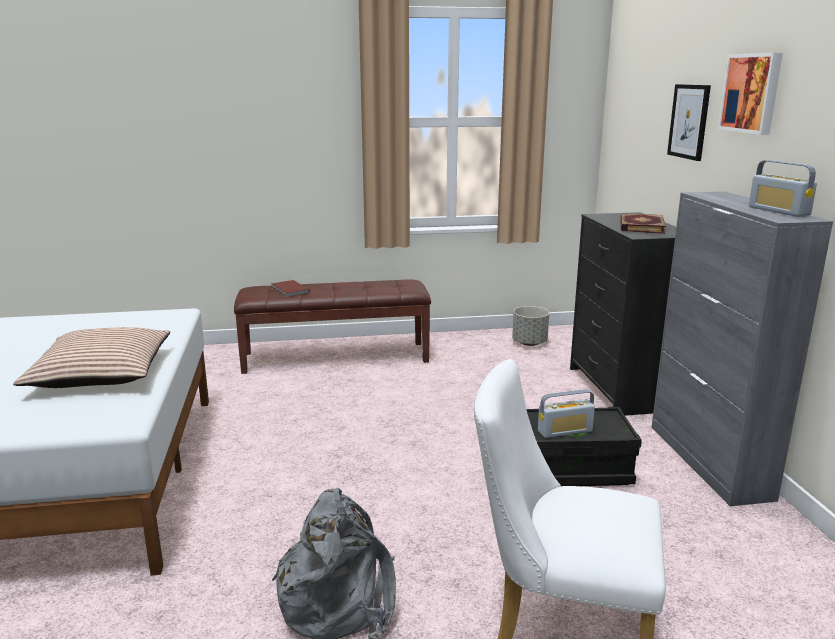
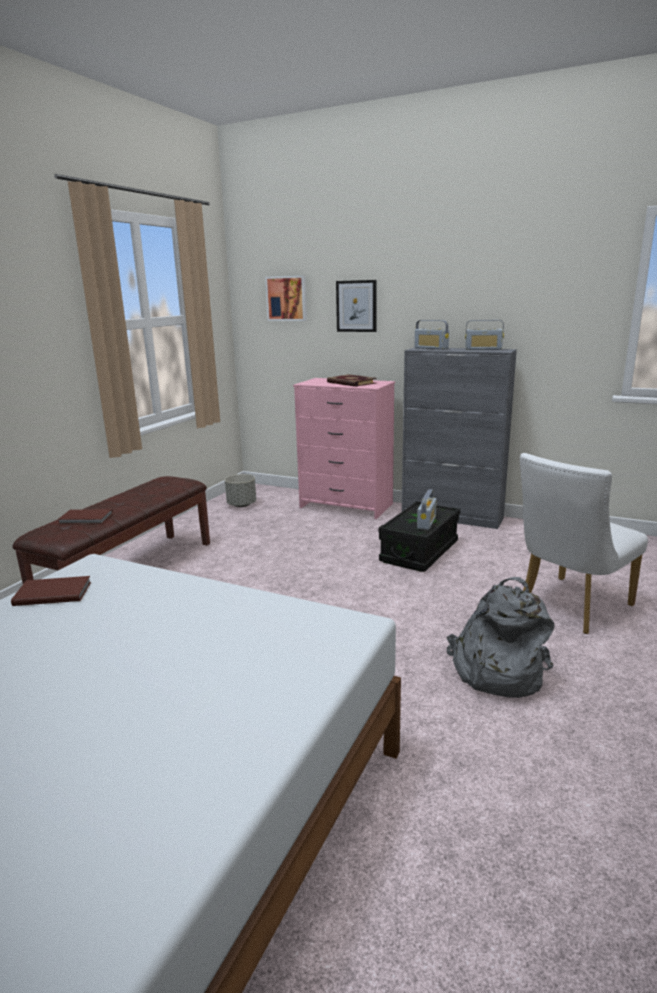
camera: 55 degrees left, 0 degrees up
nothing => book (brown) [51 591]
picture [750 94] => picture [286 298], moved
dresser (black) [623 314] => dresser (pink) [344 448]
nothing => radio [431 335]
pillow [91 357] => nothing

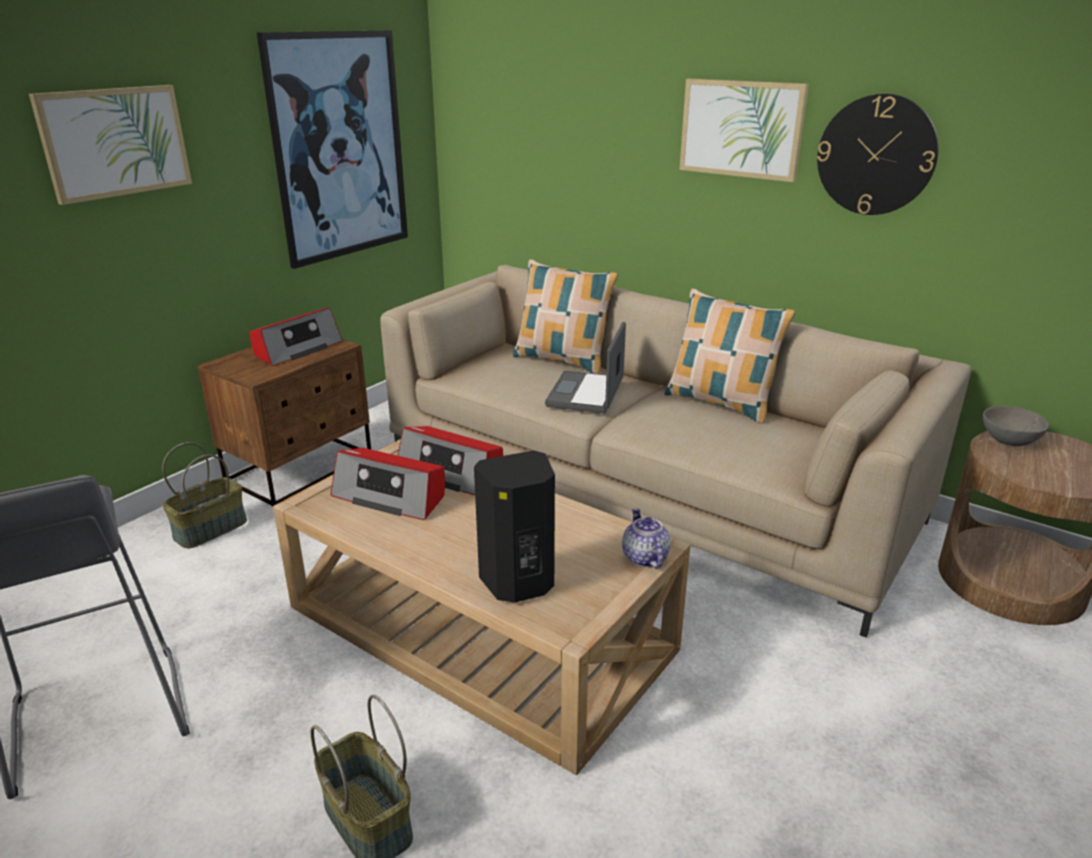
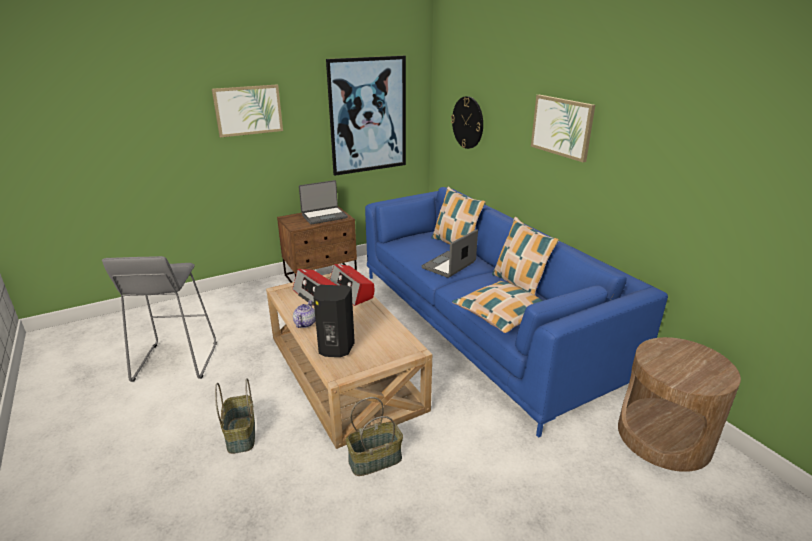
camera: 25 degrees right, 0 degrees up
teapot [646 538] => teapot [304 314], moved
radio [296 337] => laptop [323 202]
basket [204 495] => basket [374 436], moved
sofa (beige) [675 451] => sofa (blue) [516 312]
wall clock [878 154] => wall clock [467 122], moved
nothing => pillow [497 307]
bowl (grey) [1016 426] => nothing

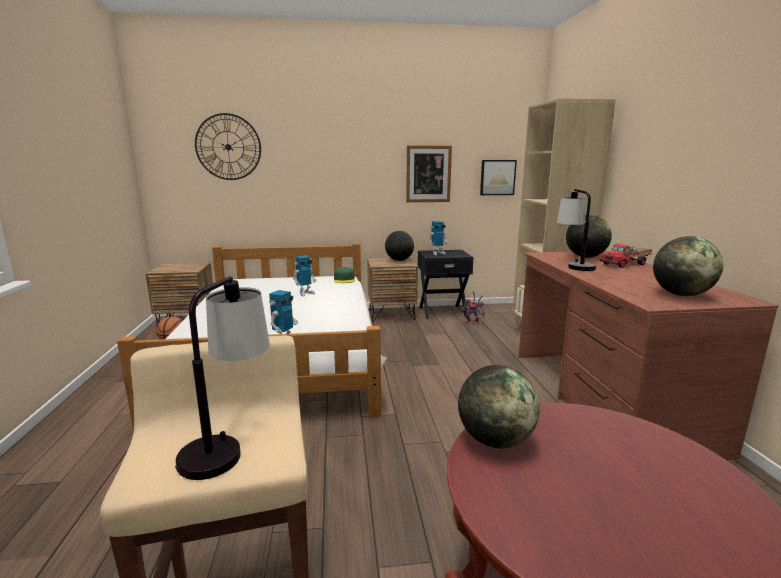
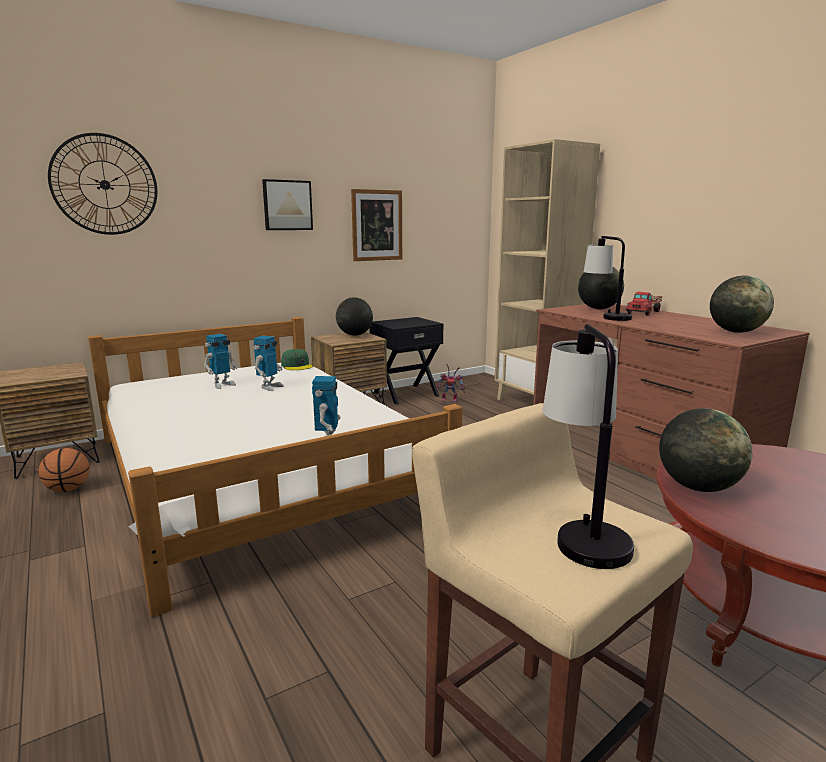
camera: 25 degrees left, 0 degrees up
toy robot [438 238] => toy robot [220 361], moved
picture [498 177] => picture [287 204], moved

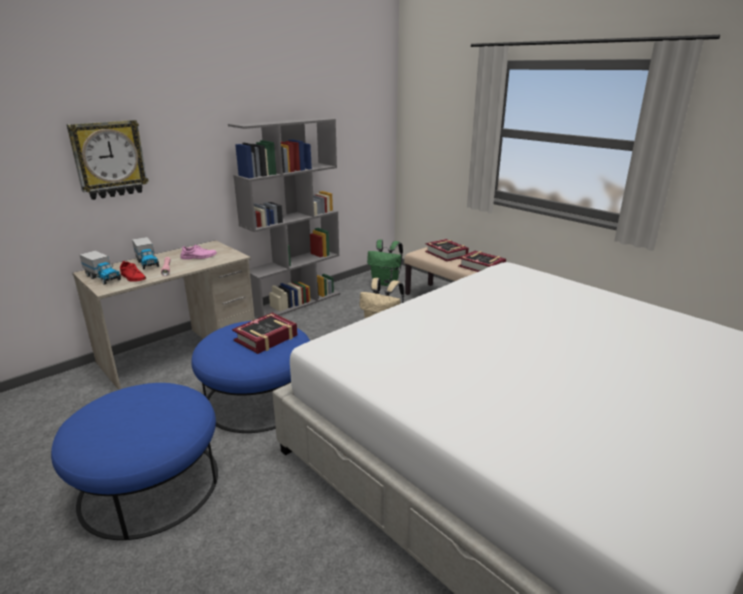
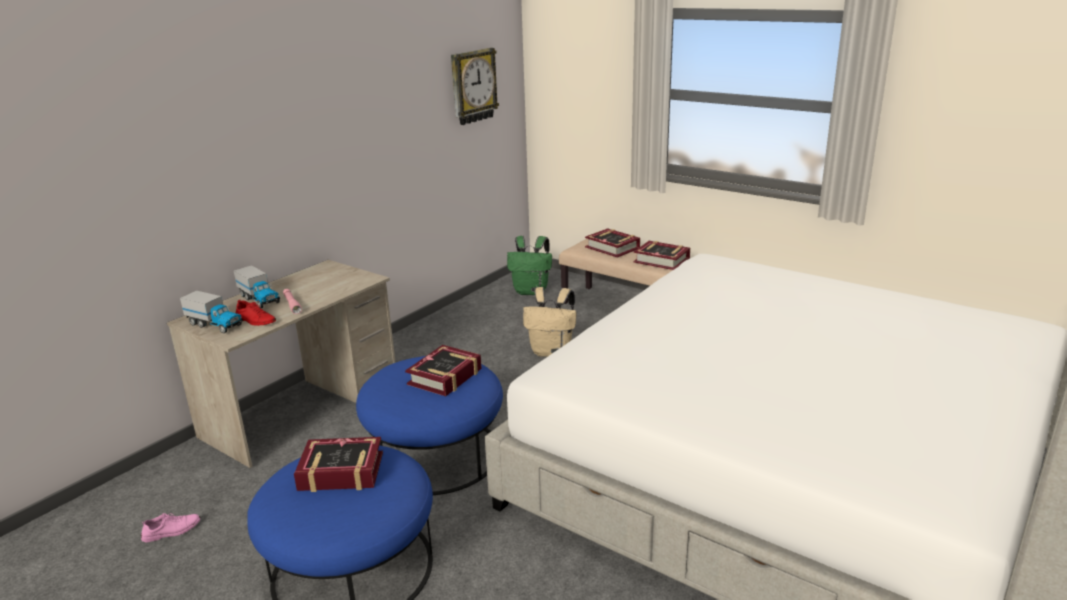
camera: 10 degrees left, 0 degrees up
shoe (pink) [198 252] => shoe (pink) [170 527], moved
nothing => book [338 464]
wall clock [108 160] => wall clock [475 86], moved
bookcase (grey) [284 217] => nothing

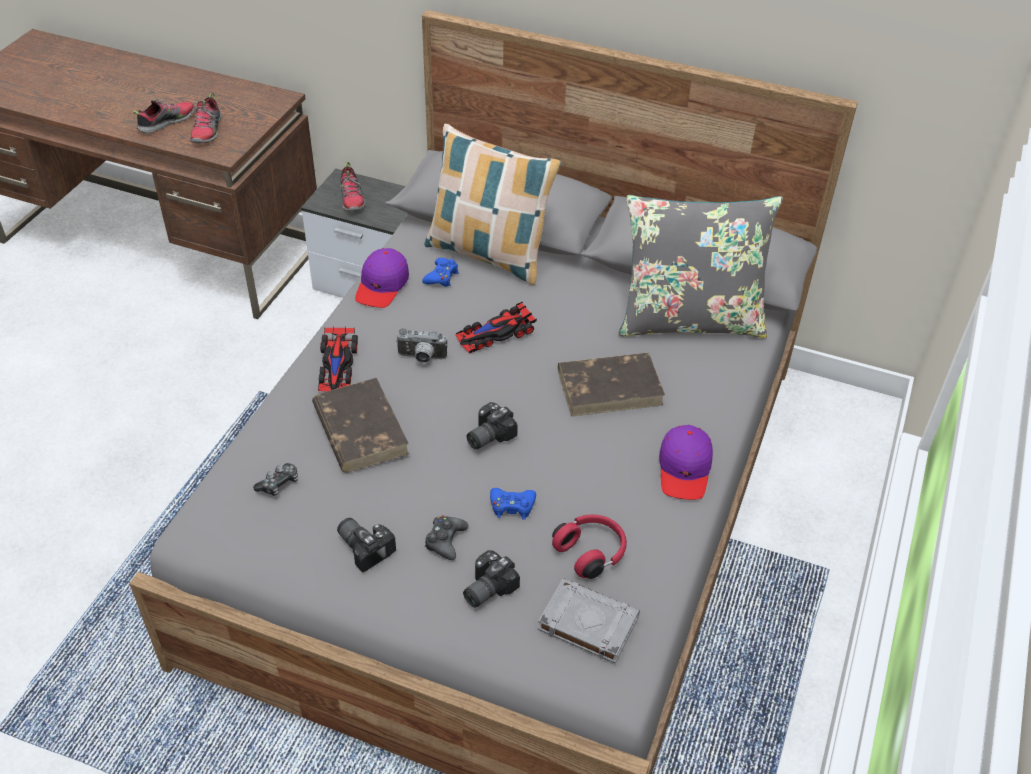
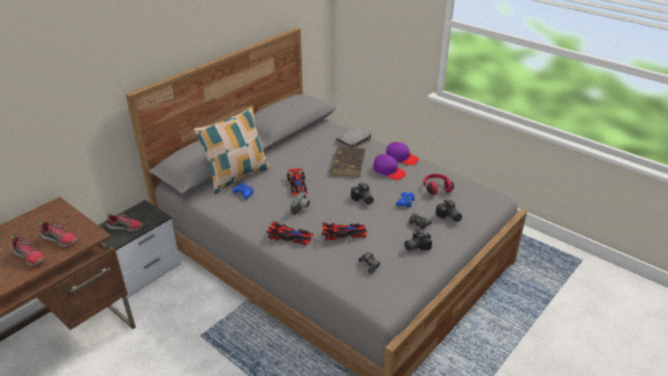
camera: 70 degrees left, 10 degrees down
shoe [164 116] => shoe [28 250], 150 degrees clockwise
book (brown) [360 425] => toy car [344 231]
book (grey) [589 620] => book (grey) [354 137], moved
cap (purple) [382 278] => cap (purple) [389 167], moved
pillow (grey) [700 266] => nothing

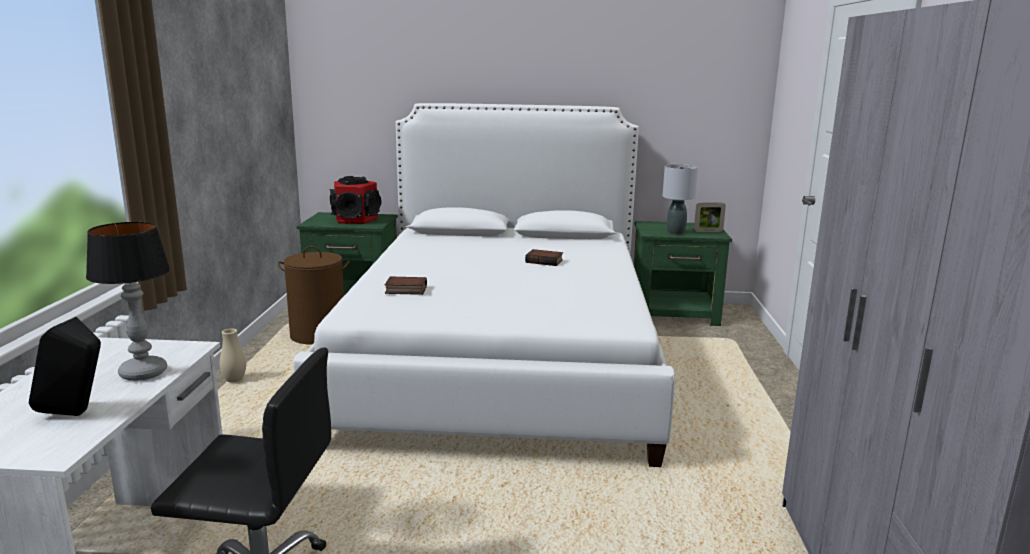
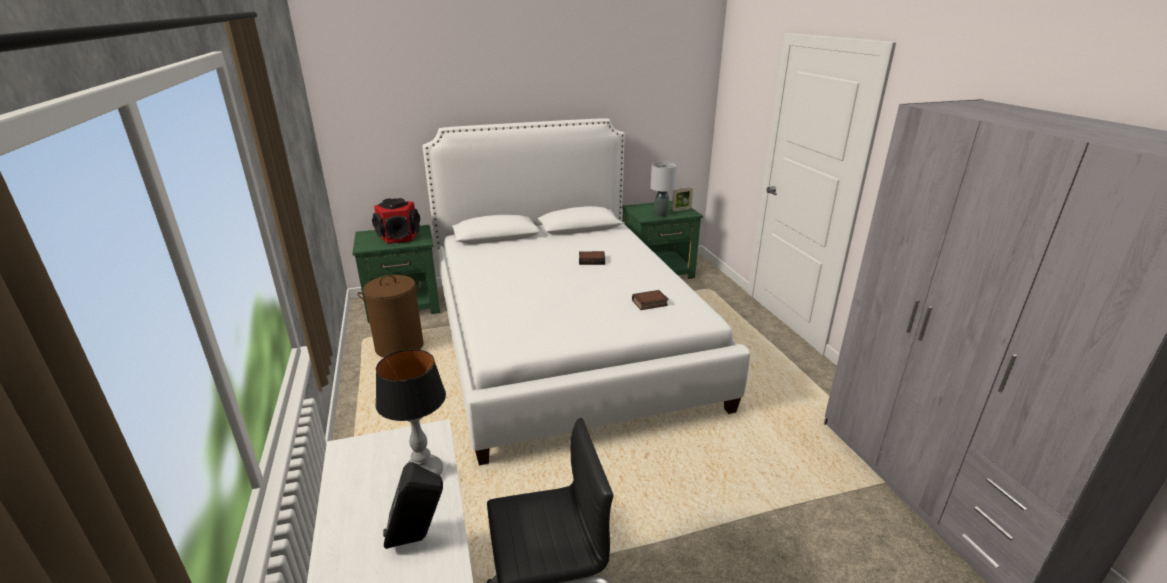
camera: 20 degrees left, 10 degrees up
book [406 286] => book [650 300], moved
vase (beige) [233 355] => nothing

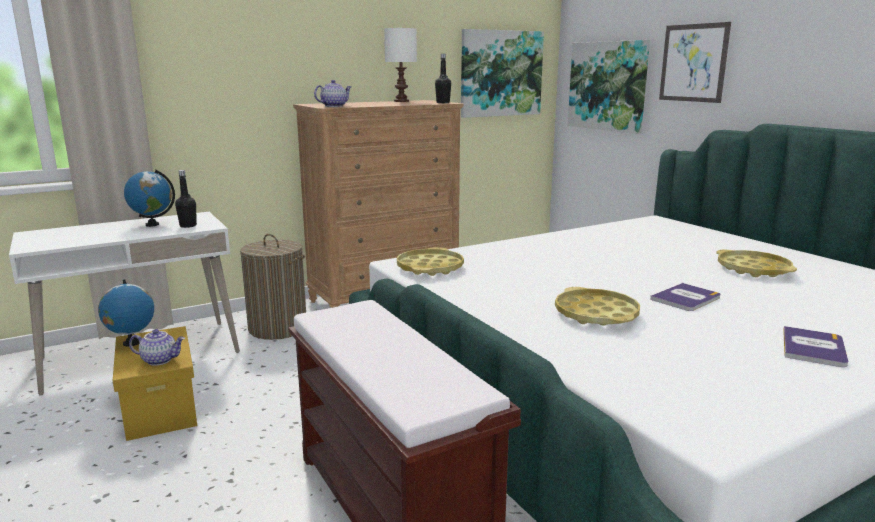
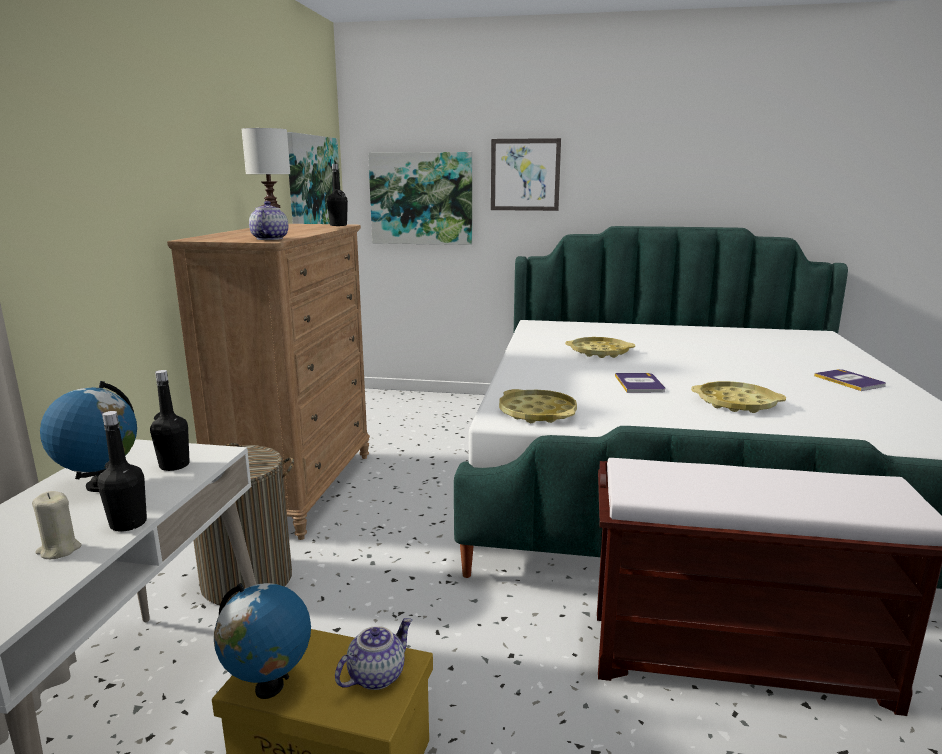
camera: 50 degrees left, 0 degrees up
nothing => candle (beige) [56 525]
nothing => bottle (black) [122 471]
tray (yellow) [756 263] => tray (yellow) [600 347], moved
book [685 297] => book [640 383], moved

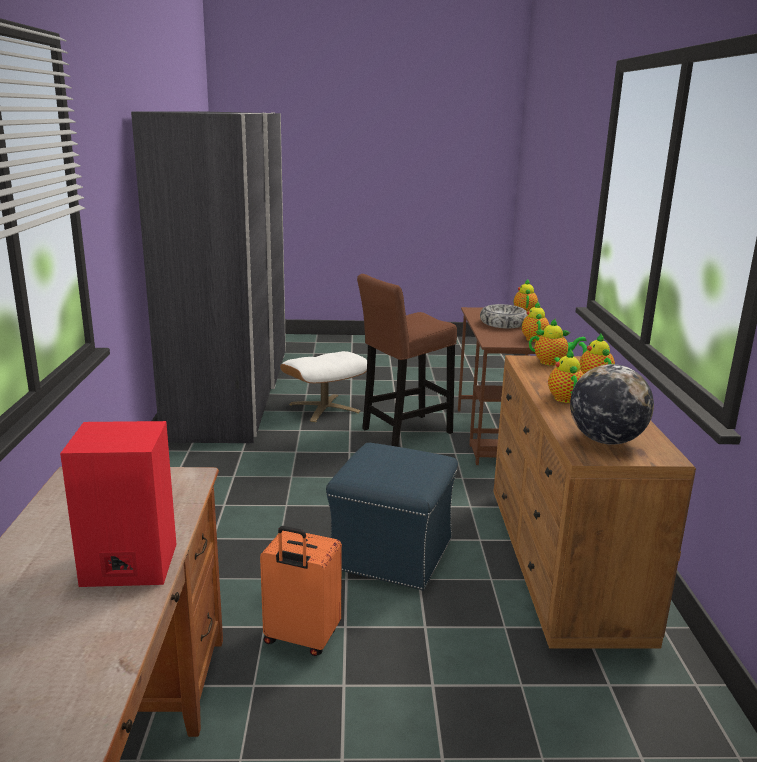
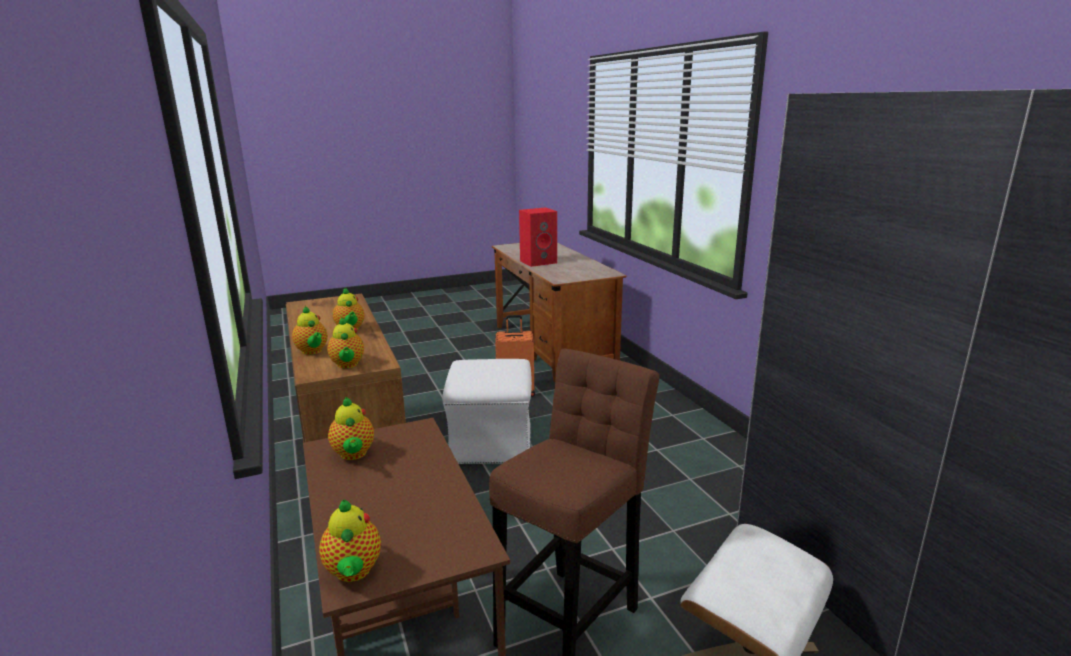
camera: 160 degrees right, 0 degrees up
teapot [558 342] => teapot [345 342], 90 degrees counterclockwise
ottoman (blue) [392 516] => ottoman (white) [487 411]
bowl [504 316] => nothing
globe [612 404] => nothing

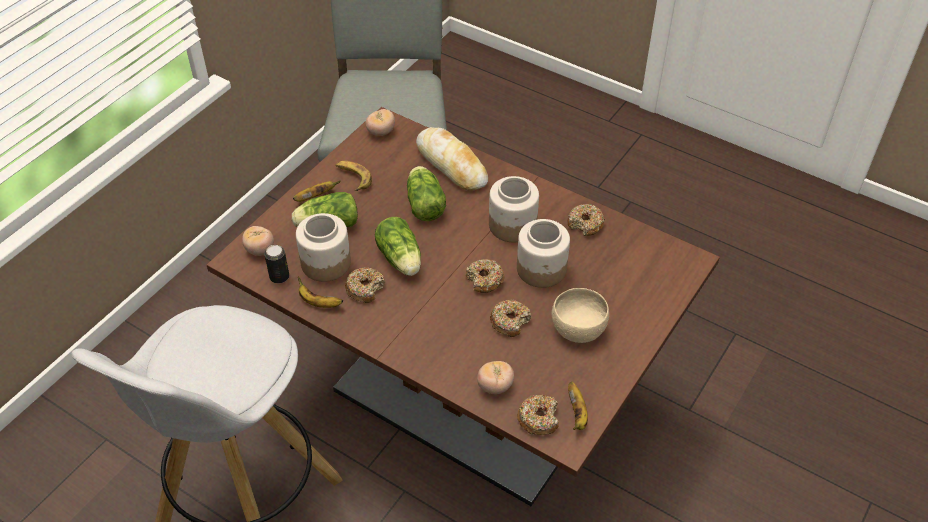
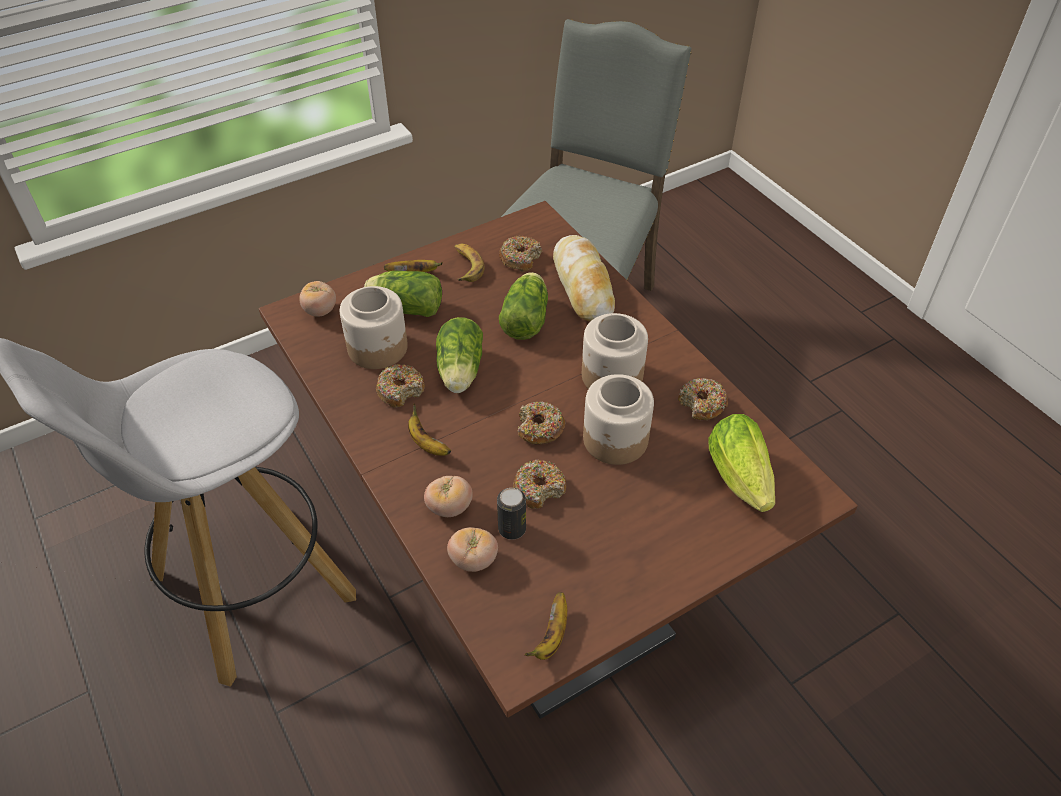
camera: 25 degrees right, 0 degrees up
banana [320 292] => banana [429 430], moved
tomato [380 122] => tomato [448 496], moved
can [276 264] => can [511 514], moved
donut [538 415] => donut [520 254], moved
nothing => lettuce [742 463]
bowl (beige) [580 315] => nothing

